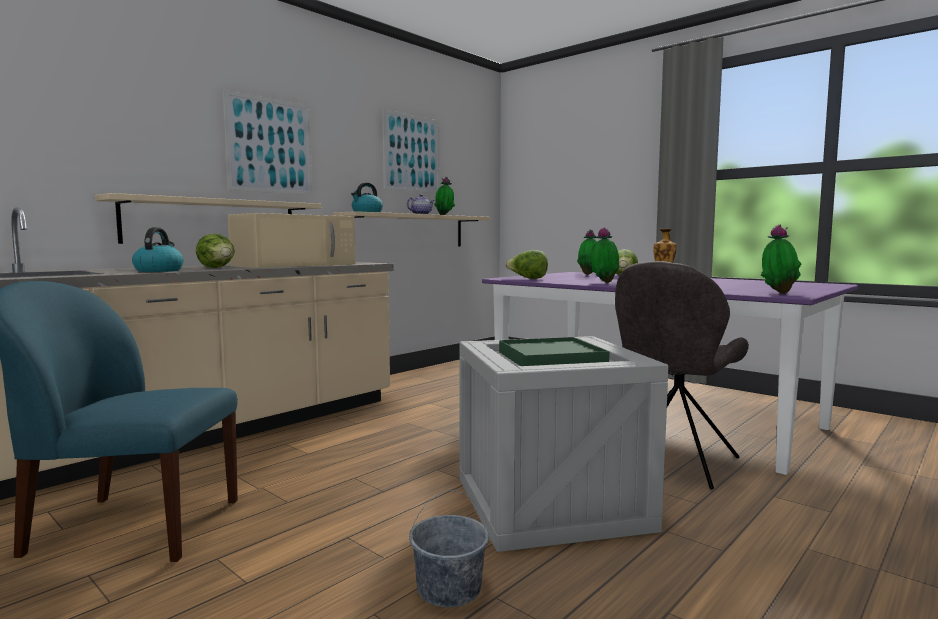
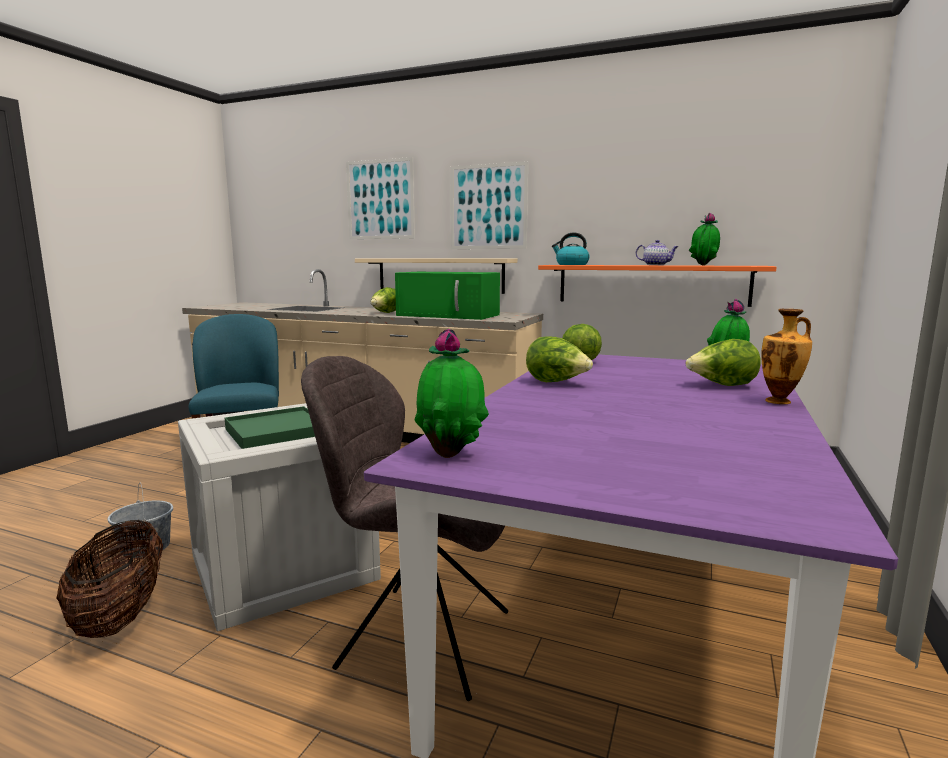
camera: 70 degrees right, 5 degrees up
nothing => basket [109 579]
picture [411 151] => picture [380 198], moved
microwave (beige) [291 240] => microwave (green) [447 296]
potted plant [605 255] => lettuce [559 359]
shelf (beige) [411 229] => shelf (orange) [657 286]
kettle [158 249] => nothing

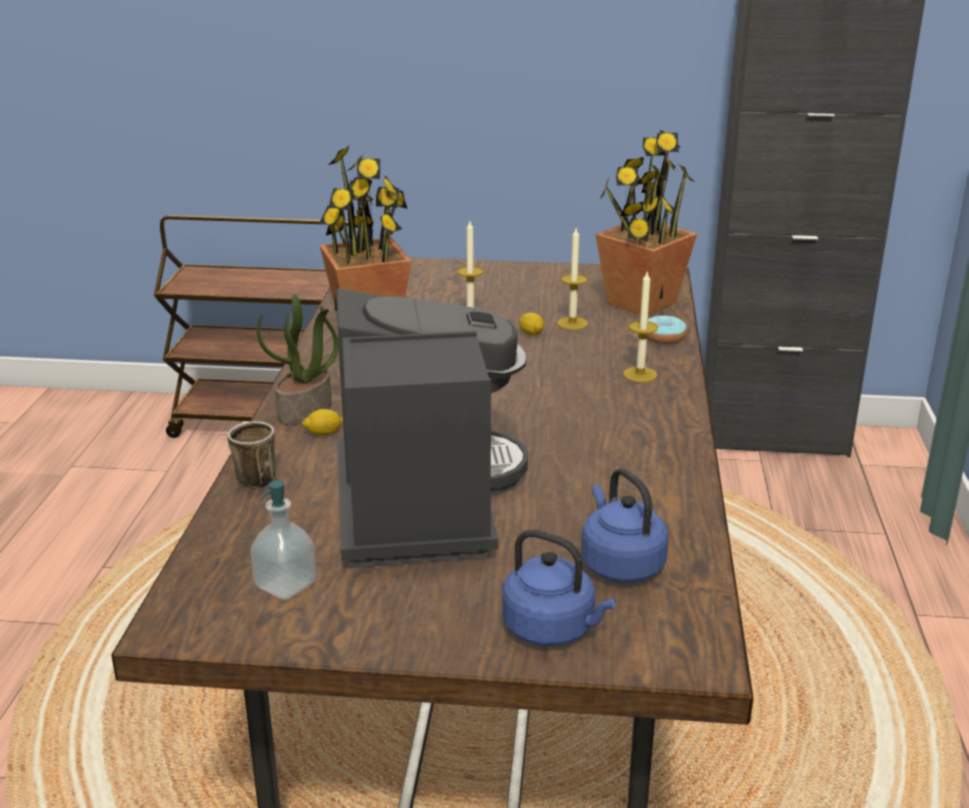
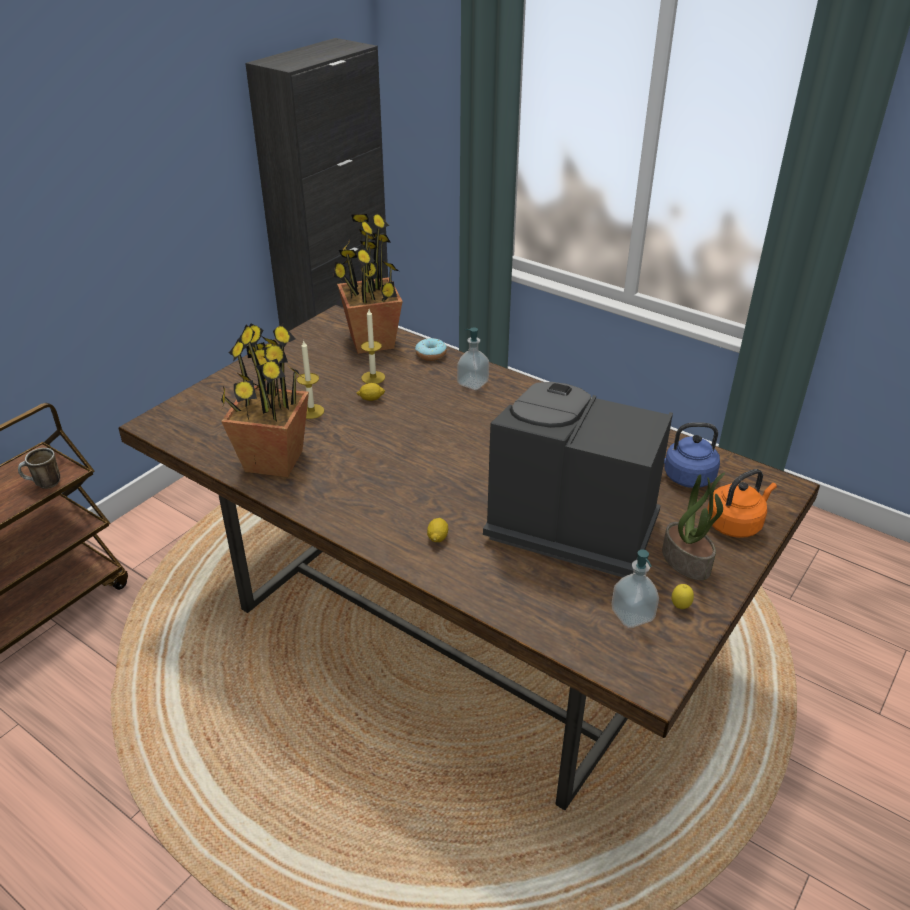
camera: 60 degrees left, 10 degrees up
mug [251 454] => mug [39 468], moved
candle [640 327] => soap dispenser [473 359]
potted plant [298 359] => potted plant [693 526], moved
nothing => lemon [683 596]
kettle (blue) [559 587] => kettle (orange) [742 503]

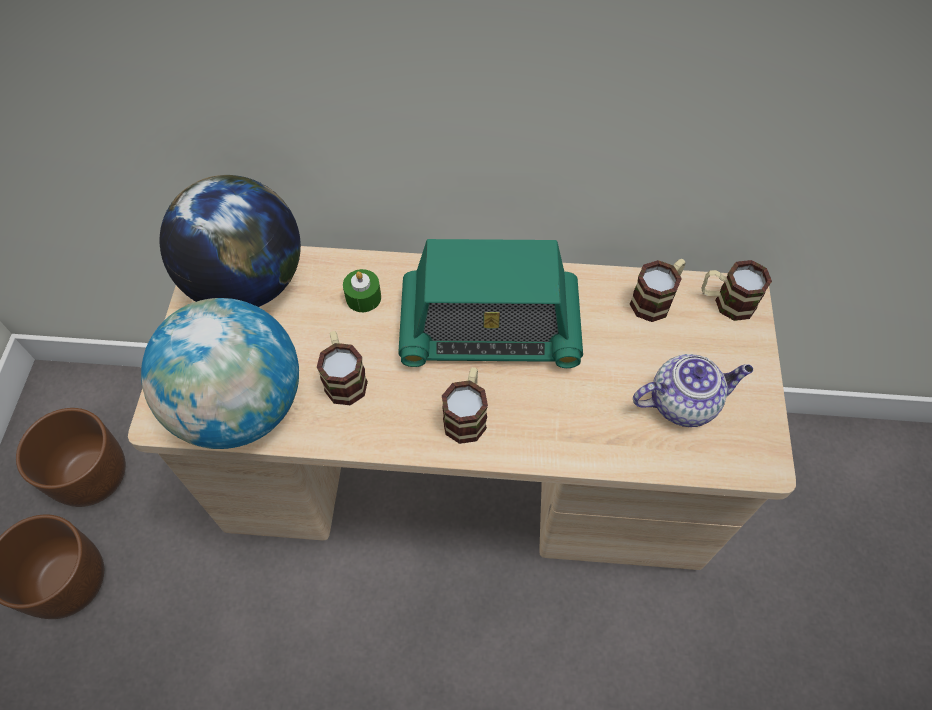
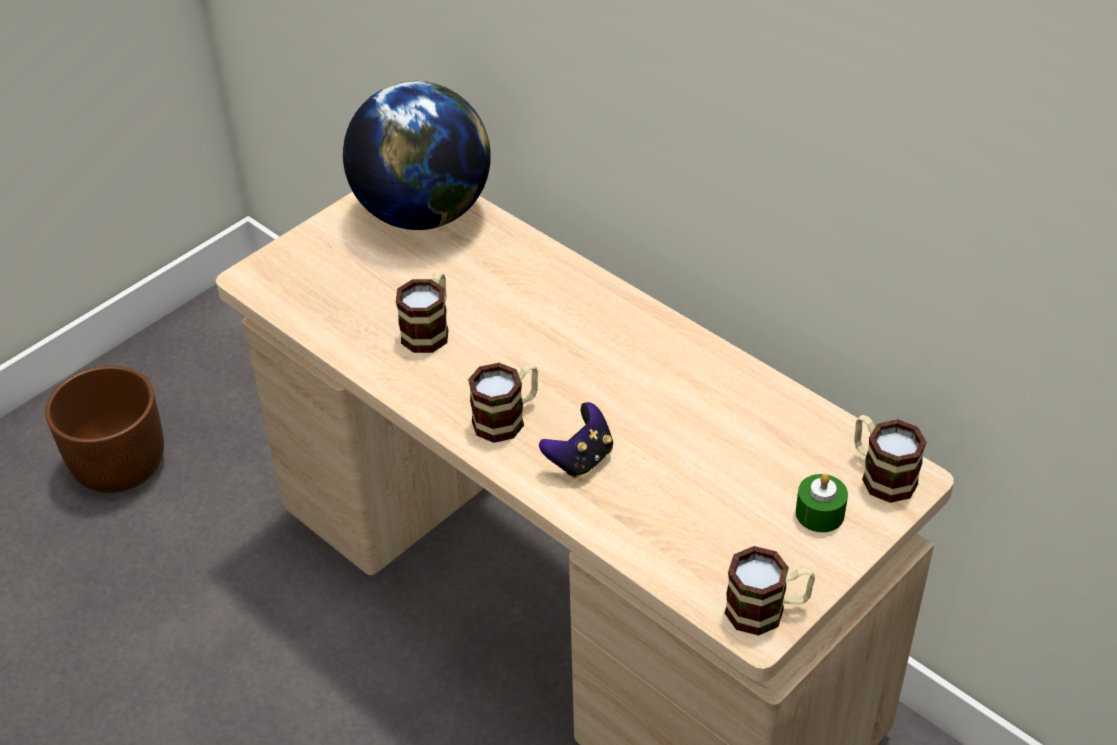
camera: 40 degrees right, 15 degrees down
nothing => game controller [576 440]
mug [657 290] => mug [770 591], moved
candle (green) [362 290] => candle (green) [822 503], moved
planter (brown) [71 457] => nothing
globe [220 373] => nothing
radio [490 303] => nothing
teapot [693 390] => nothing

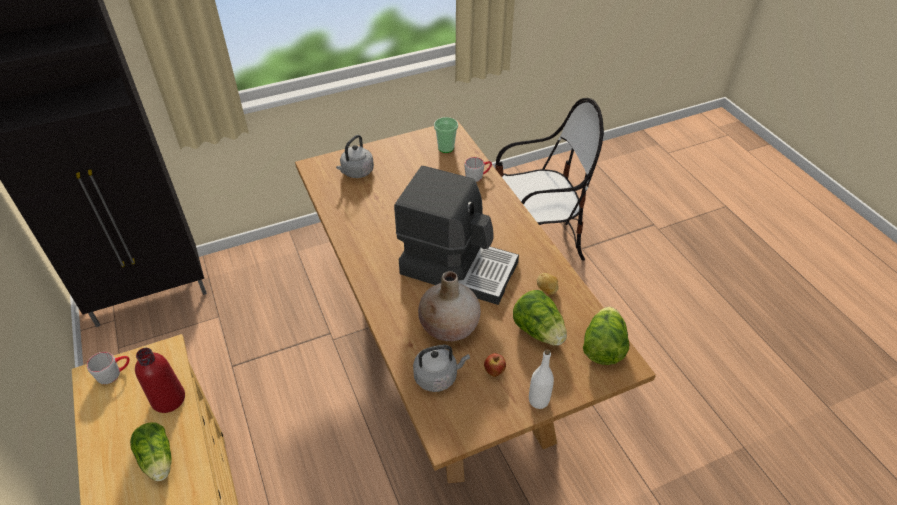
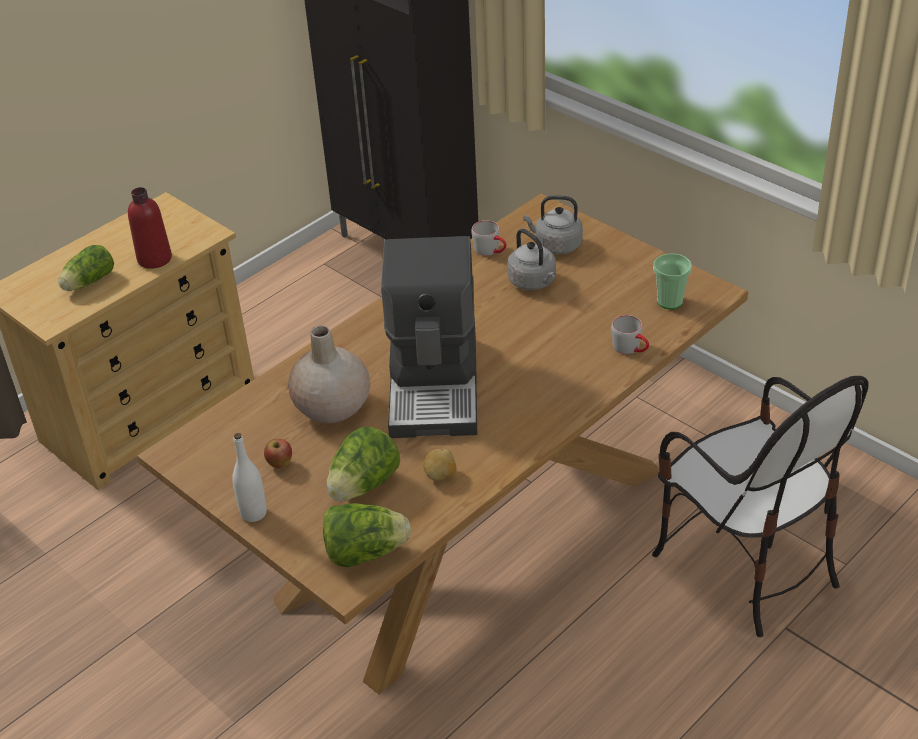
camera: 70 degrees right, 5 degrees down
mug (grey) [108 368] => mug (grey) [488 238], moved
kettle (grey) [441 368] => kettle (grey) [531 259], moved

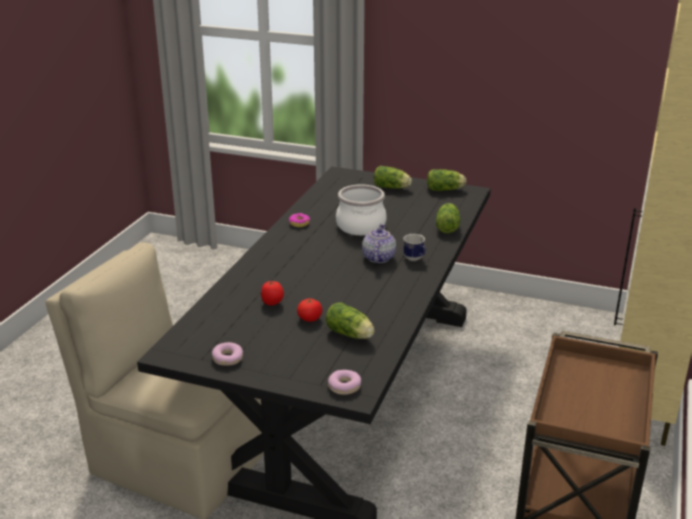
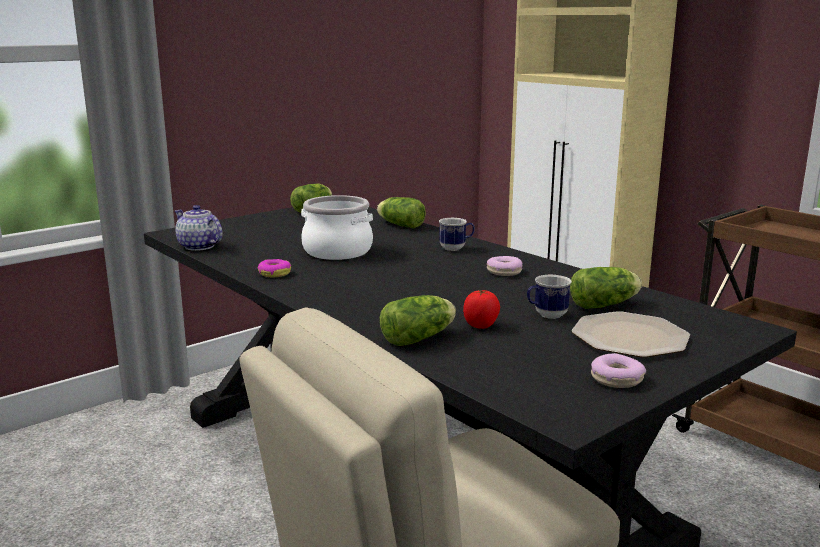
camera: 60 degrees left, 10 degrees down
teapot [379 243] => teapot [199 228], moved
lettuce [393 177] => lettuce [418 320], moved
donut [344 382] => donut [505 266], moved
tomato [309 310] => mug [549 297]
nothing => plate [631 334]

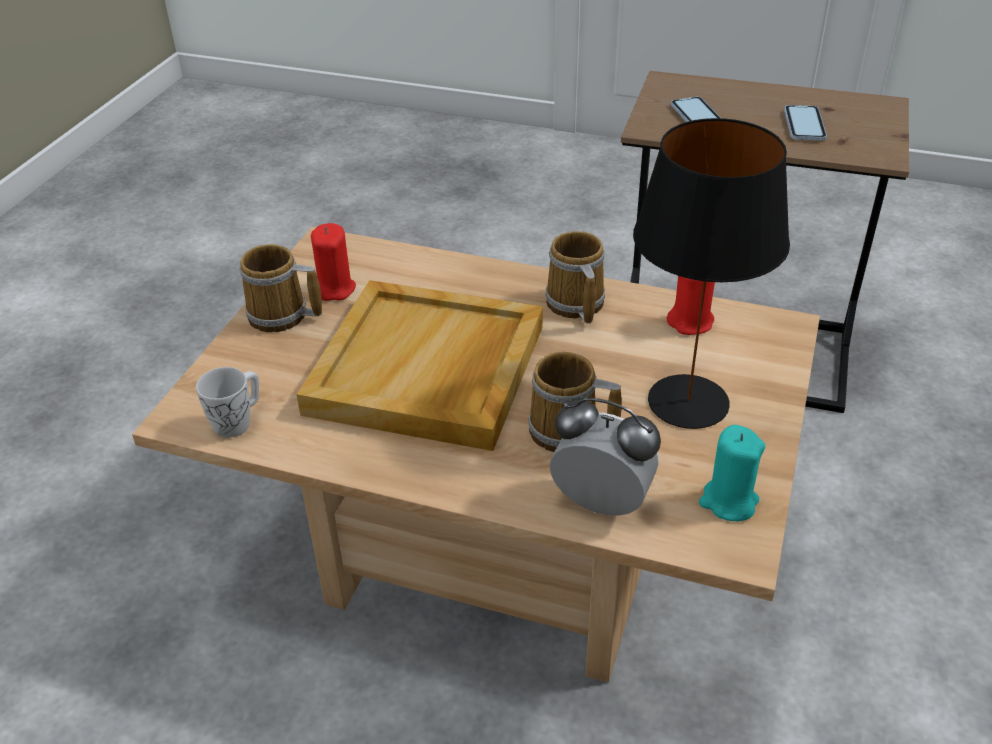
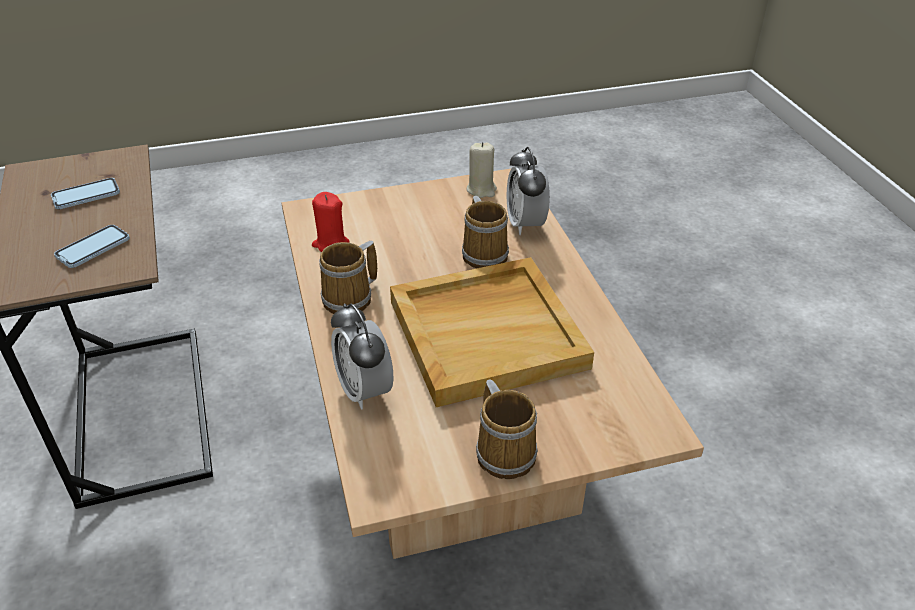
camera: 125 degrees left, 0 degrees up
nothing => alarm clock [362 356]
candle (turquoise) [732 473] => candle (beige) [482 170]
mug (white) [227 402] => nothing
candle (red) [333 262] => nothing
table lamp (black) [711 273] => nothing

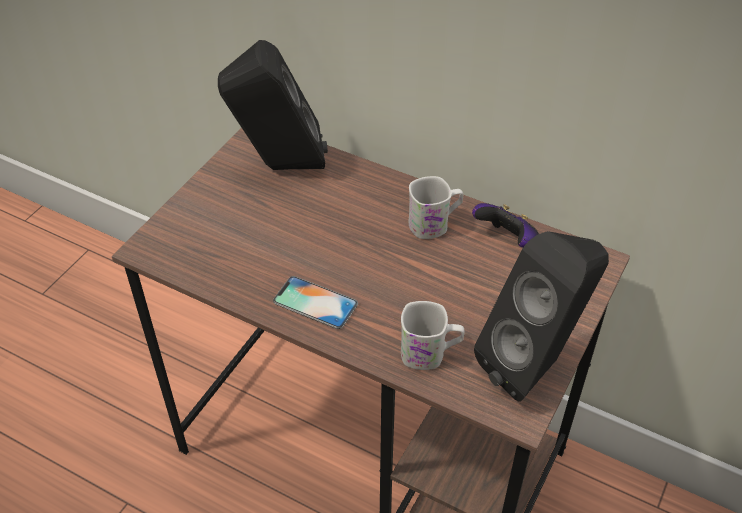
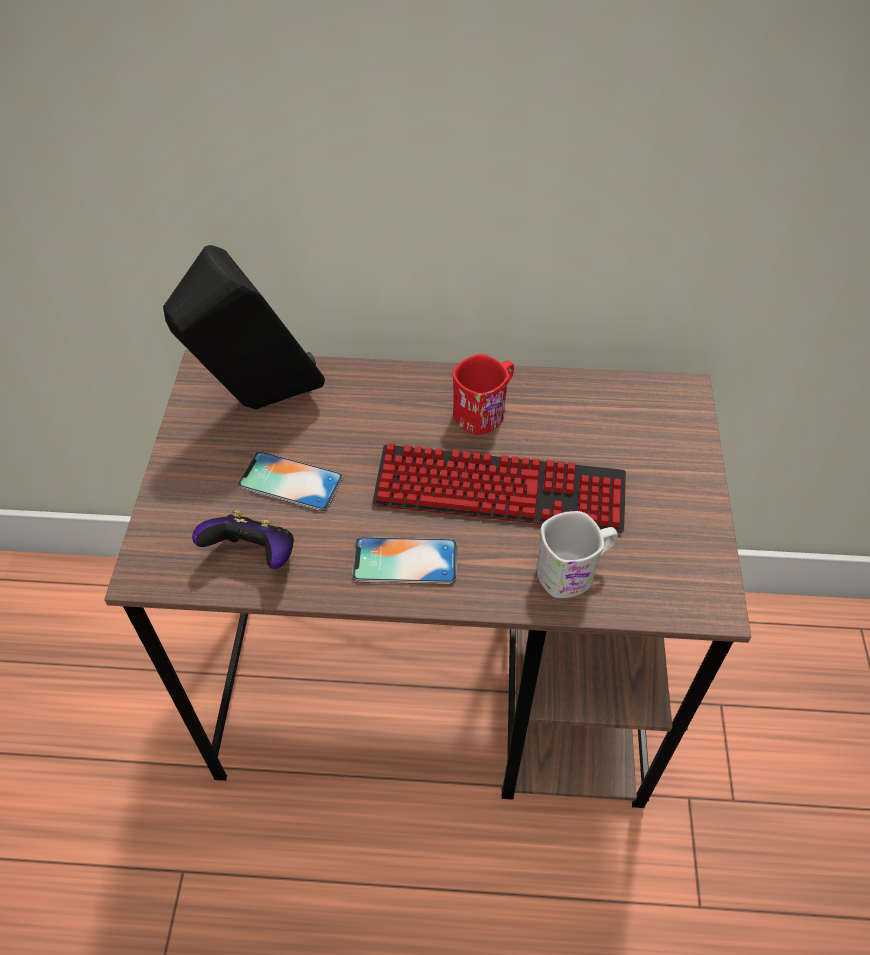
camera: 25 degrees left, 5 degrees up
game controller [505 225] => game controller [243 539], moved
nothing => phone [290 481]
nothing => keyboard [499 488]
mug (white) [436 207] => mug (red) [483 394]
speaker (black) [541 316] => nothing

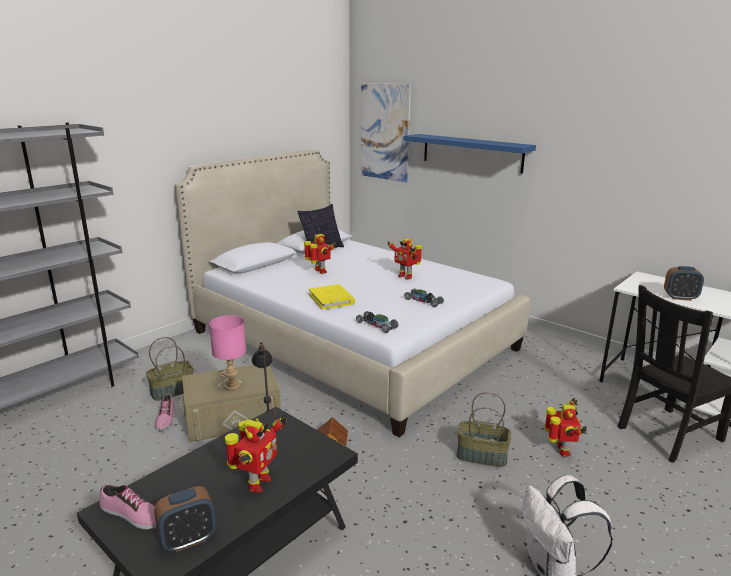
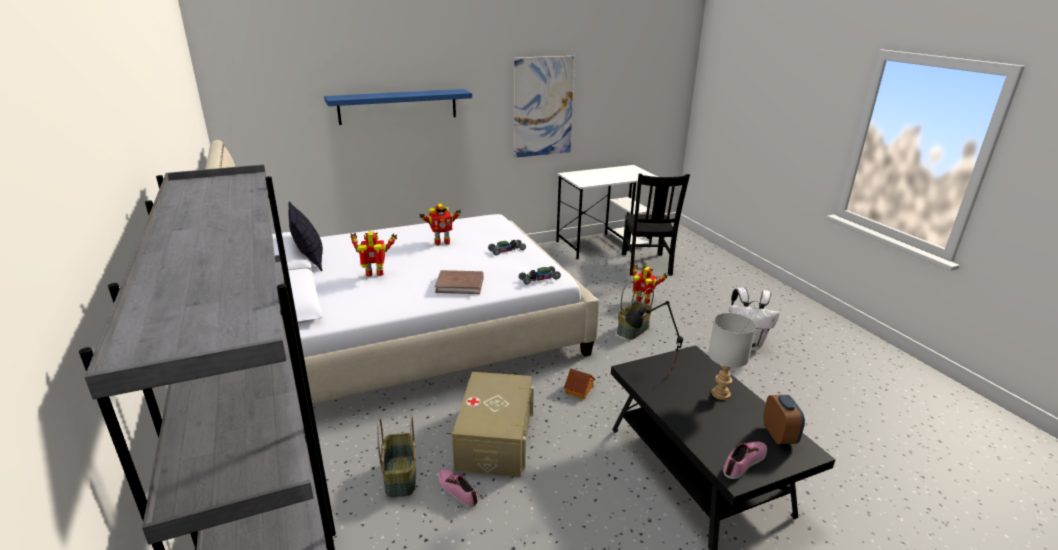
camera: 65 degrees left, 5 degrees up
book (yellow) [332 296] => book (brown) [459 282]
shoe [165 412] => shoe [458 488], 150 degrees counterclockwise
picture [386 133] => picture [544 107], moved
toy robot [256 453] => table lamp (grey) [732 356]
table lamp (pink) [227 353] => nothing
alarm clock [684 283] => nothing

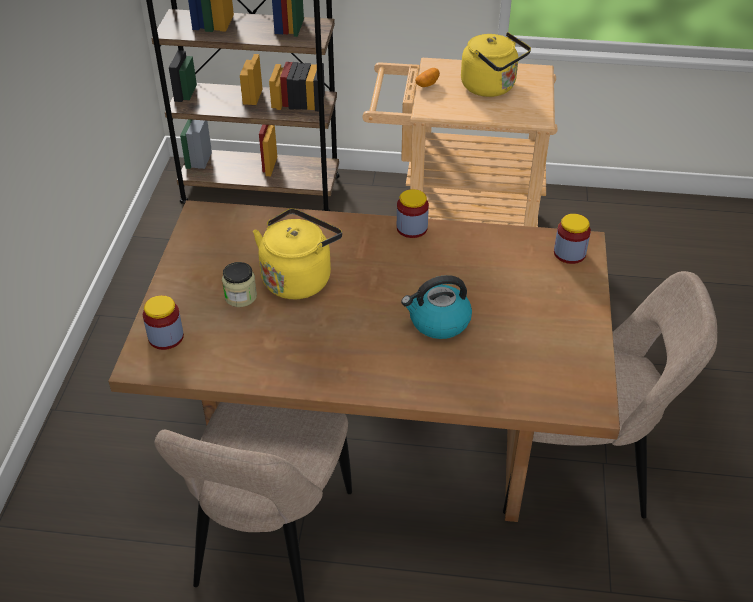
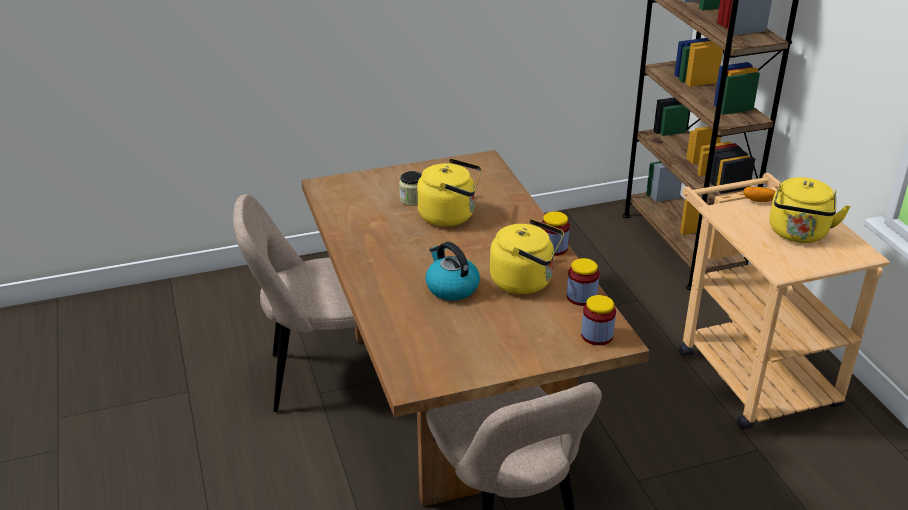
camera: 65 degrees right, 10 degrees down
nothing => kettle (yellow) [527 256]
jar [163 322] => jar [583 282], moved

